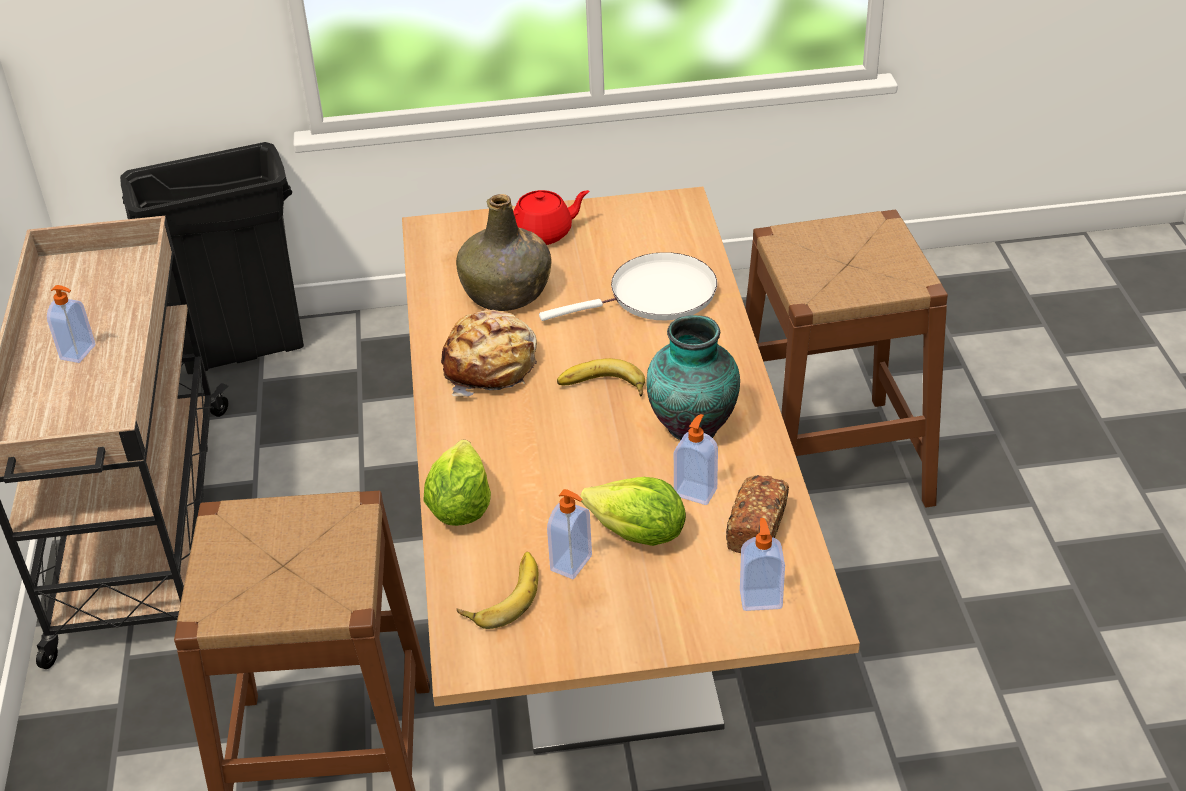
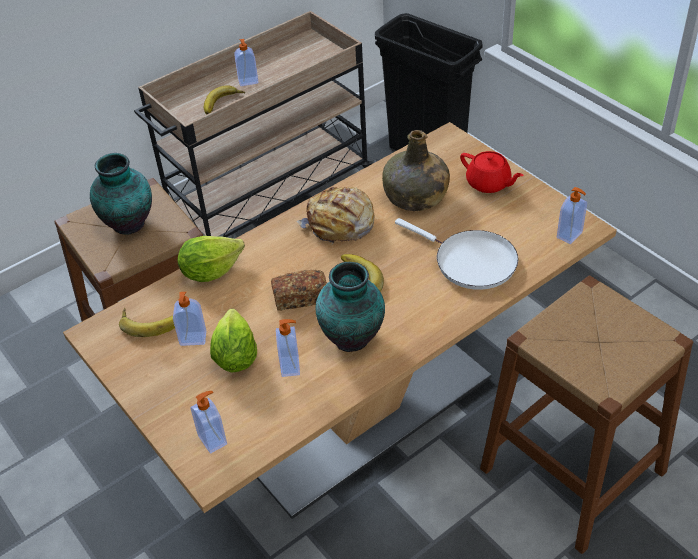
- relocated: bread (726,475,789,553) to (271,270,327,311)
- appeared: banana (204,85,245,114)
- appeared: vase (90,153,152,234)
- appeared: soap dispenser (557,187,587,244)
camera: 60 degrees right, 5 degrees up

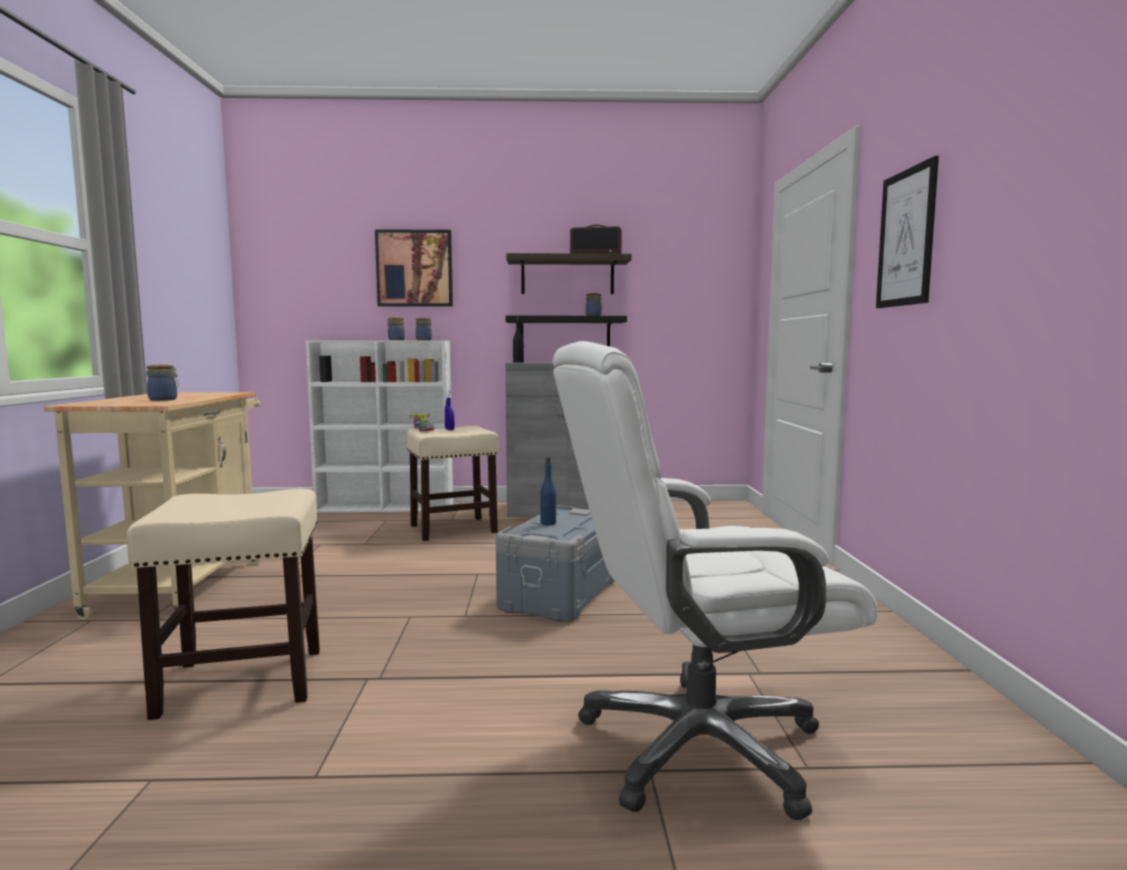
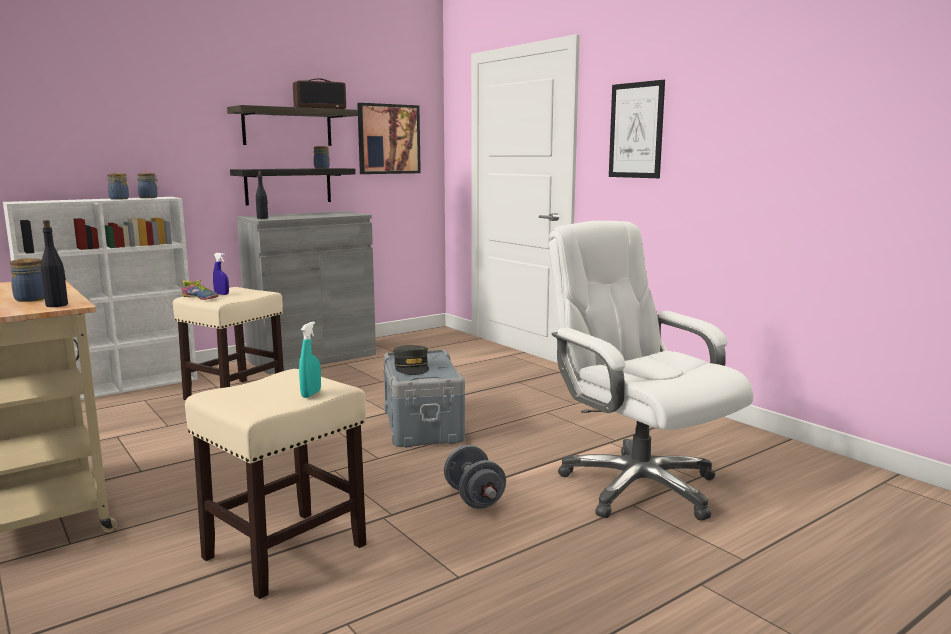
- relocated: picture (375,229,453,307) to (357,103,421,174)
- spun: white office chair (553,341,878,821) = (549,221,754,521) 105 degrees clockwise
- exchanged: blue bottle (540,457,556,525) to grey cap (393,345,429,375)
- appeared: black bottle (41,220,68,307)
- appeared: turquoise spray bottle (299,322,321,398)
- appeared: grey dumbbell (444,445,506,509)
camera: 35 degrees left, 5 degrees up

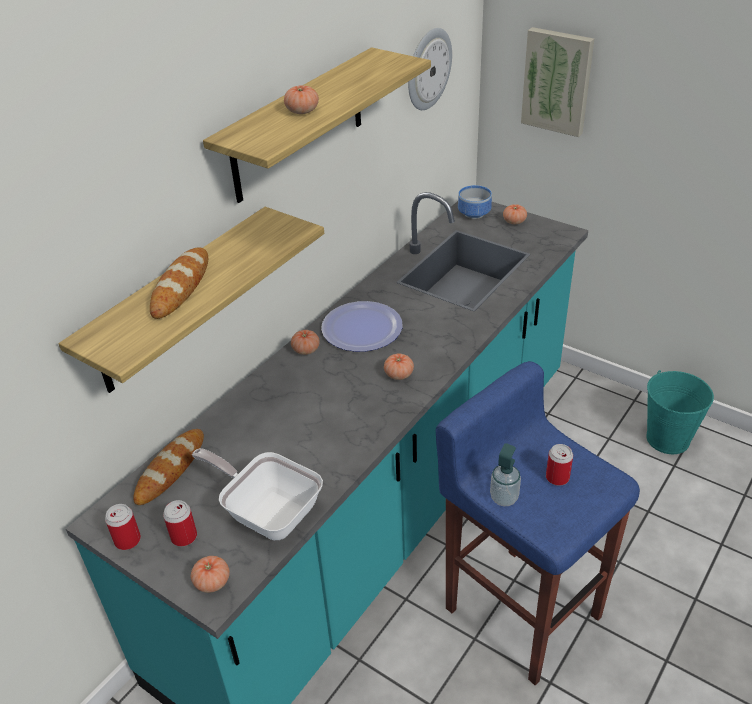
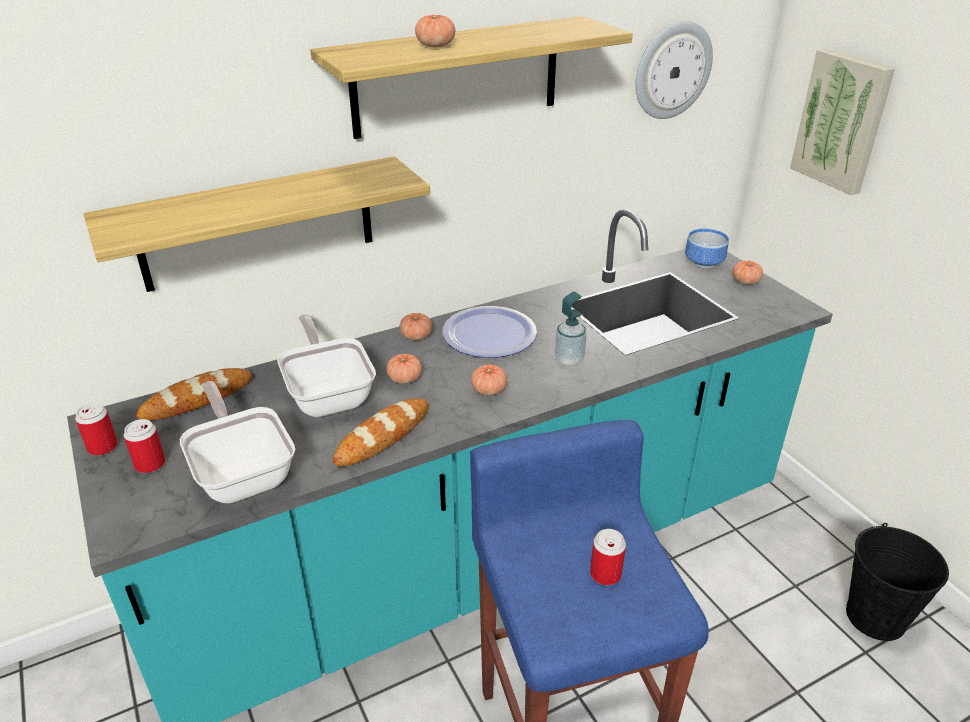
- relocated: bread (150,247,208,319) to (333,398,428,467)
- colour: turquoise bucket (646,370,714,454) to black bucket (846,523,949,641)
- relocated: soap dispenser (490,443,521,506) to (555,292,587,366)
- relocated: tomato (191,556,230,593) to (386,354,422,384)
- appeared: frying pan (278,314,376,417)
camera: 25 degrees right, 5 degrees down

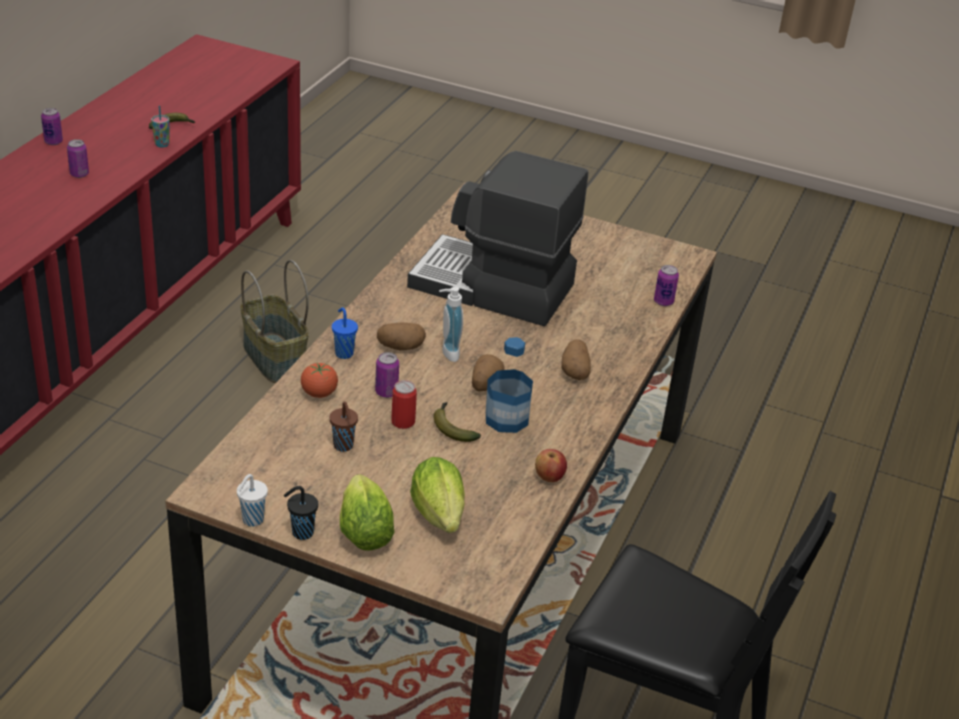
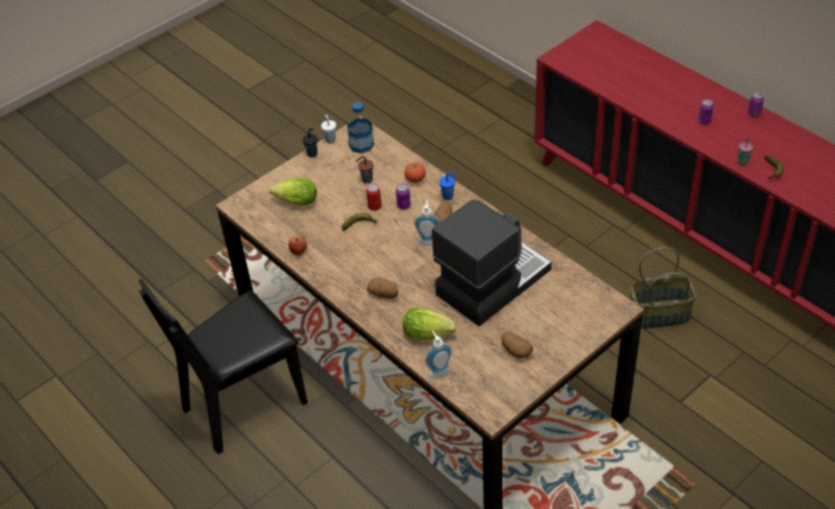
- exchanged: can (654,265,679,306) to soap dispenser (425,330,452,379)
- relocated: bottle (486,337,533,433) to (347,102,374,154)
- relocated: potato (472,354,504,391) to (501,332,533,358)
- relocated: lettuce (340,474,394,550) to (403,307,456,340)
camera: 120 degrees right, 10 degrees up

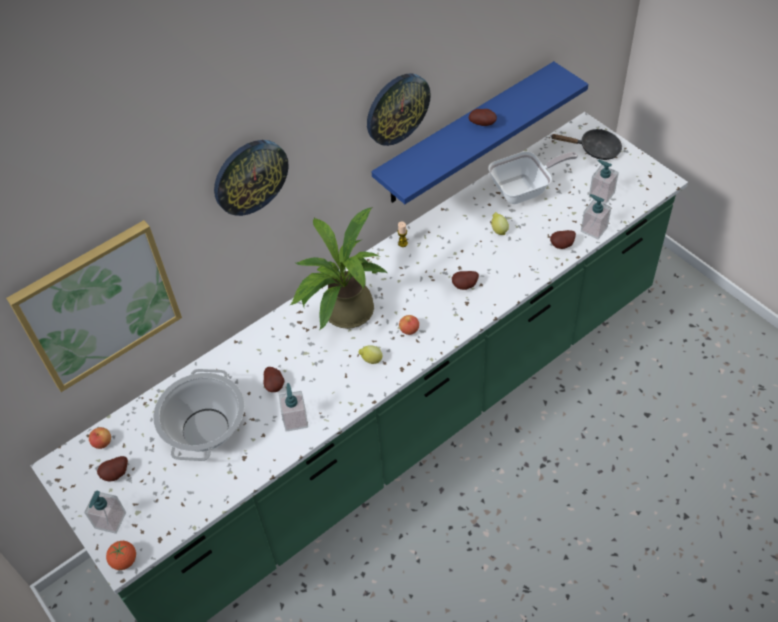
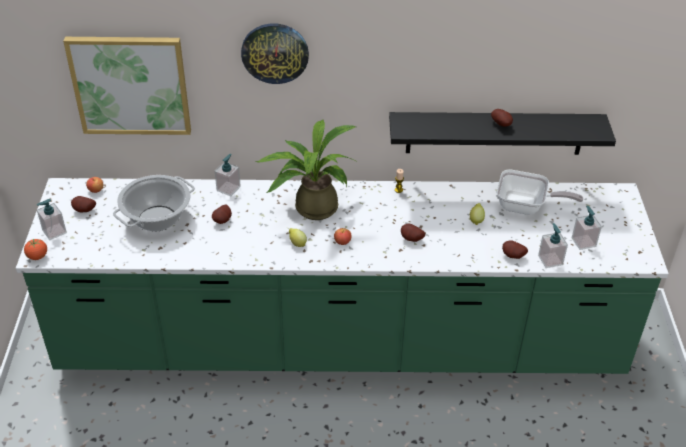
- colour: blue shelf (371,61,588,204) to black shelf (389,112,616,155)
- missing: wall clock (367,73,431,146)
- missing: black frying pan (552,129,622,160)
- relocated: soap dispenser (279,383,308,432) to (215,154,241,196)
camera: 35 degrees right, 10 degrees down

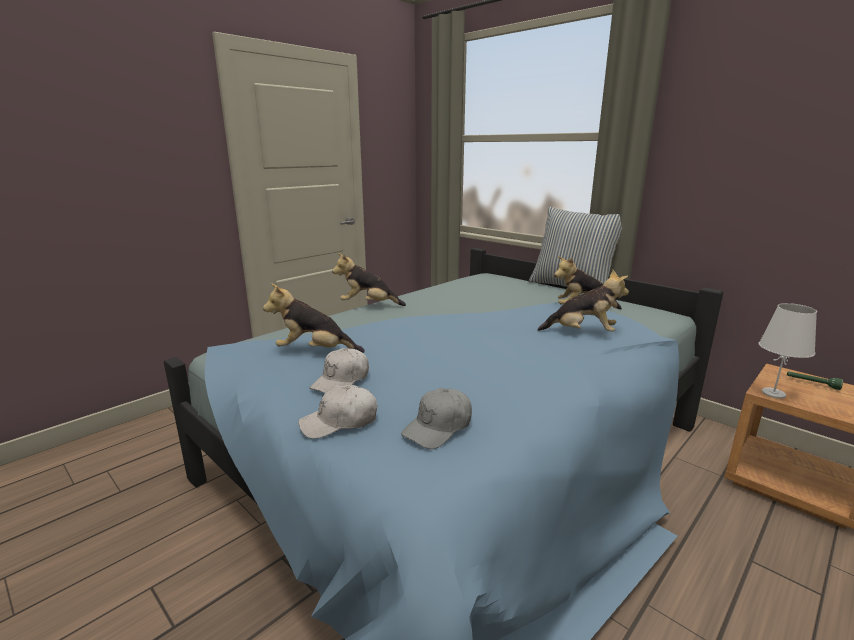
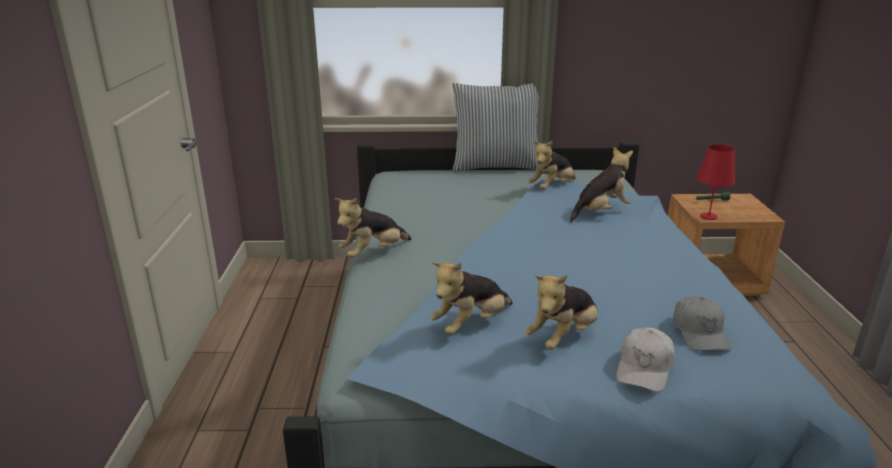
- colour: white table lamp (759,303,817,399) to red table lamp (696,144,735,220)
- exchanged: white cap (310,348,369,393) to plush toy (524,275,598,350)
camera: 45 degrees left, 5 degrees up

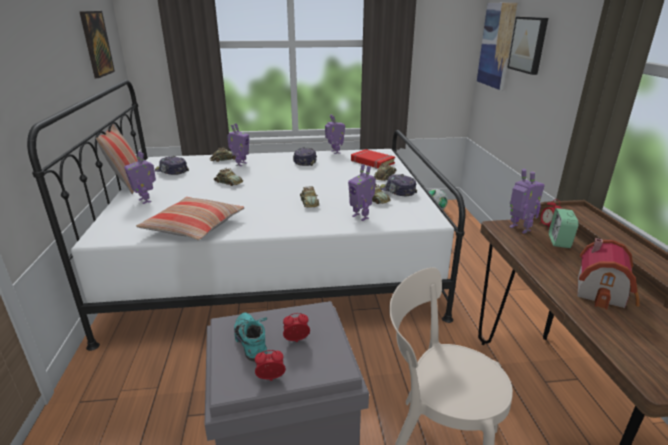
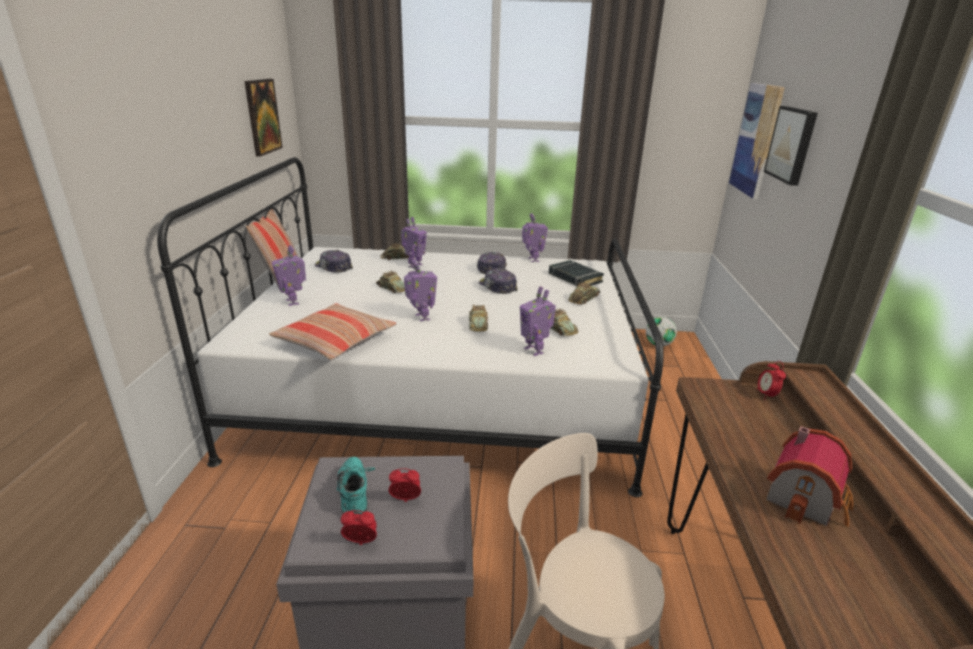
- colour: red book (351,149,395,169) to black book (549,260,604,287)
- relocated: toy robot (510,169,545,234) to (404,260,437,322)
- relocated: cap (379,174,417,197) to (479,269,518,294)
- missing: alarm clock (549,208,579,248)
camera: 10 degrees right, 0 degrees up

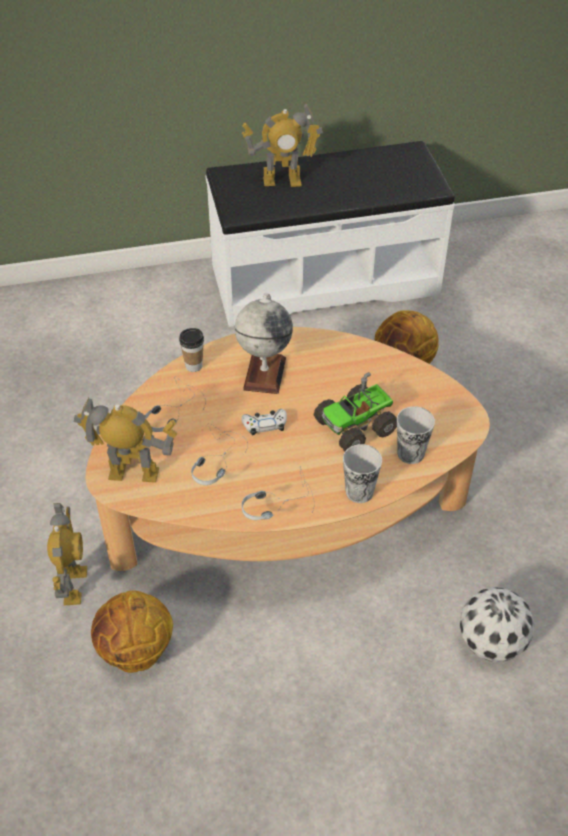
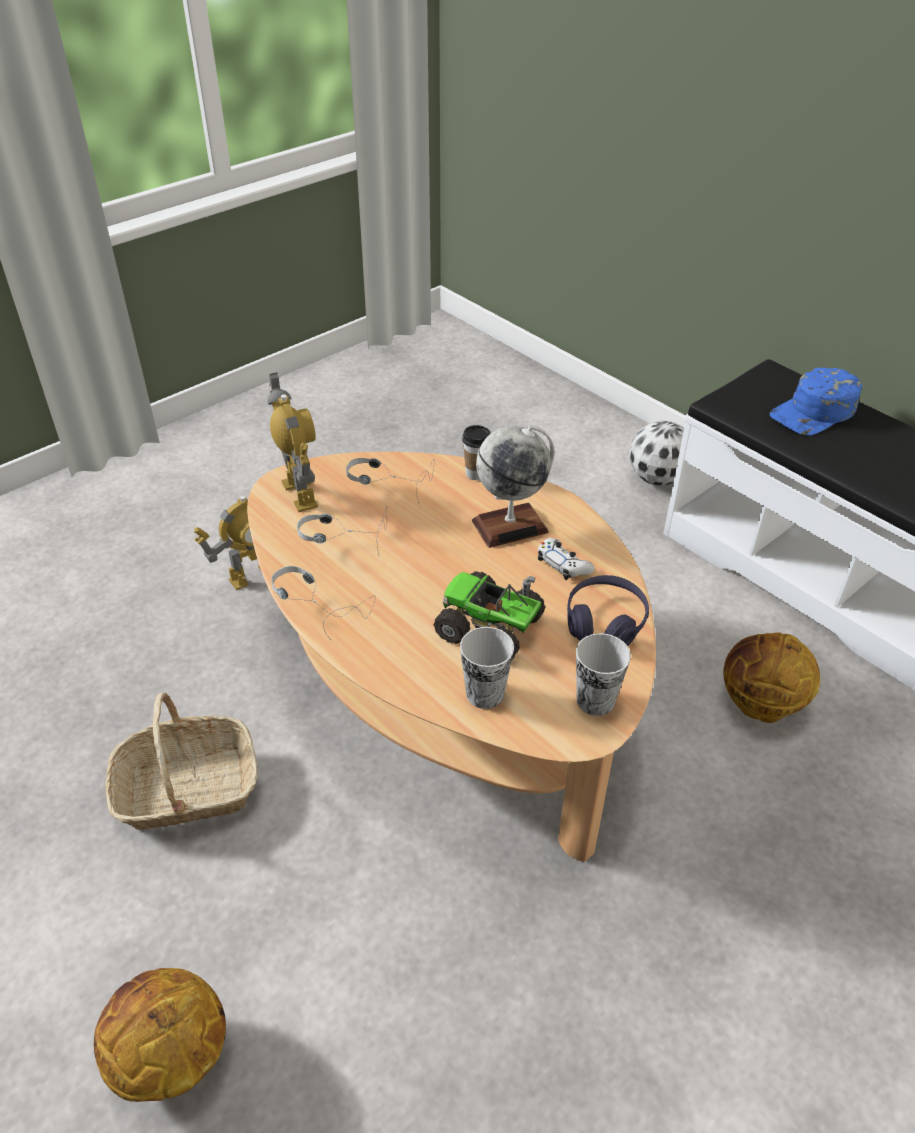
- exchanged: toy robot (242,103,323,187) to blue cap (770,368,862,435)
- relocated: white game controller (241,409,287,435) to (538,538,594,580)
- relocated: cup (343,444,382,503) to (576,633,631,716)
- relocated: football (460,587,534,662) to (629,421,684,486)
- relocated: basketball (91,591,173,673) to (94,968,226,1102)
- appeared: purple headphones (567,575,649,646)
- appeared: basket (105,692,258,830)
camera: 60 degrees right, 5 degrees down

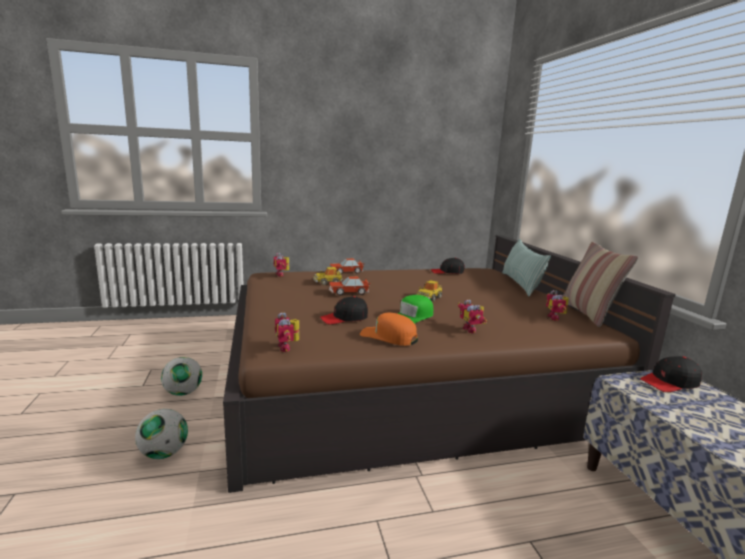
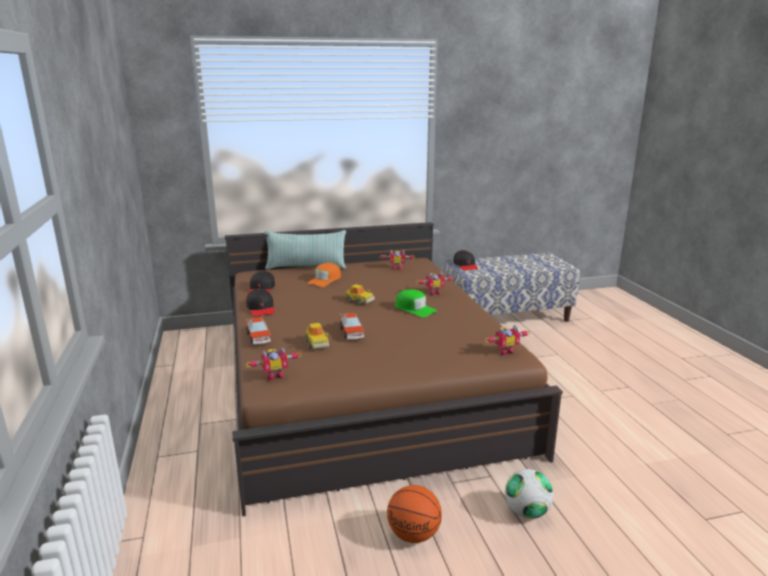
- missing: pillow (563,242,638,327)
- relocated: black cap (320,296,368,324) to (246,288,274,317)
- relocated: orange cap (360,313,418,346) to (308,263,341,287)
- exchanged: football (161,357,202,396) to basketball (387,485,442,543)
camera: 90 degrees left, 5 degrees up

